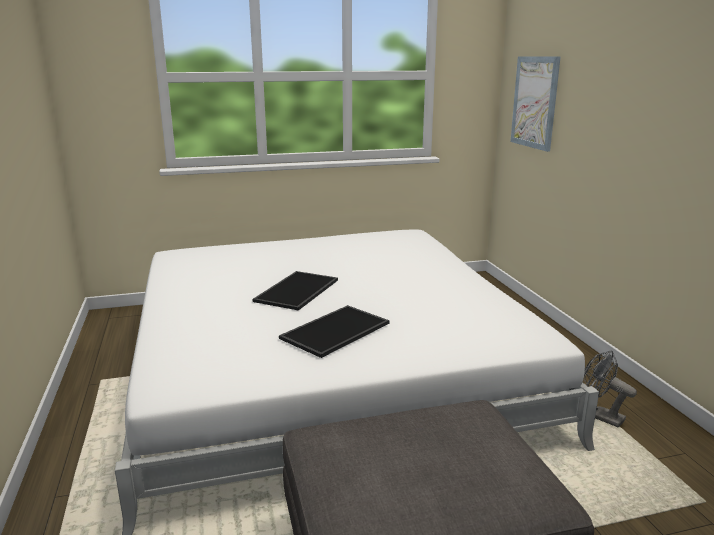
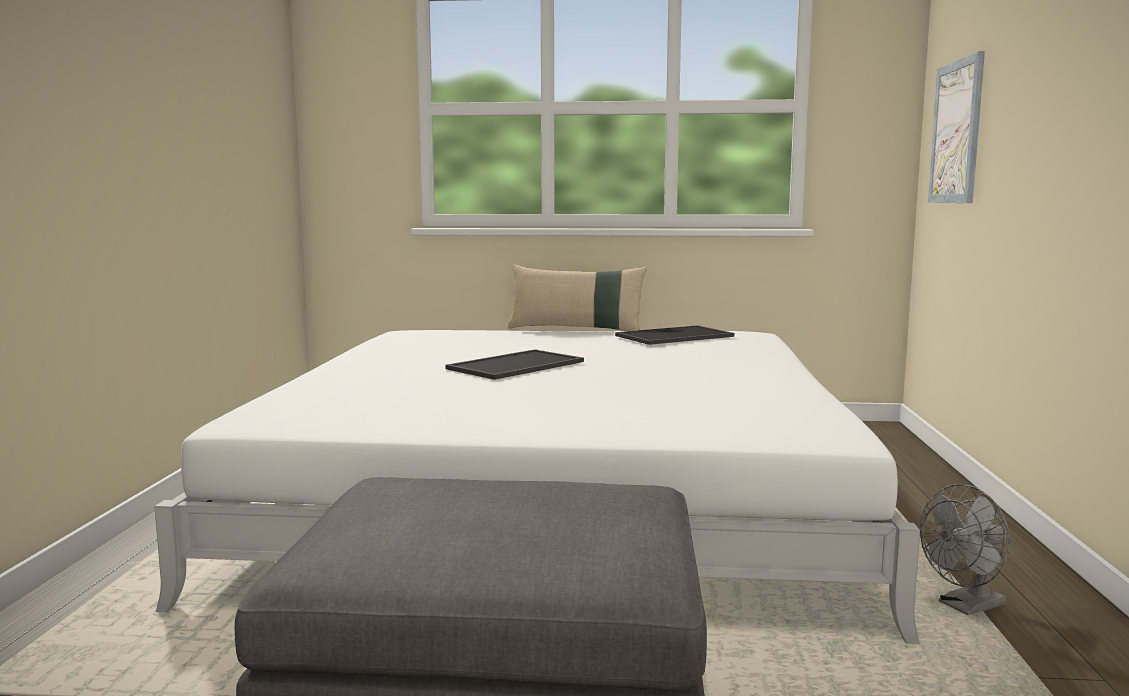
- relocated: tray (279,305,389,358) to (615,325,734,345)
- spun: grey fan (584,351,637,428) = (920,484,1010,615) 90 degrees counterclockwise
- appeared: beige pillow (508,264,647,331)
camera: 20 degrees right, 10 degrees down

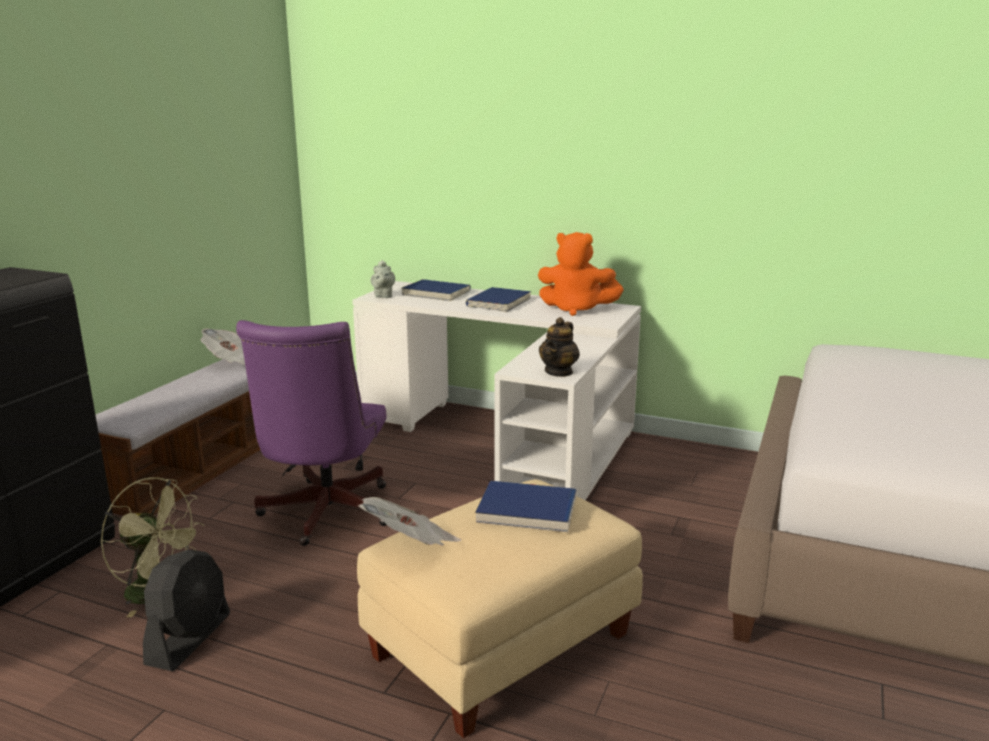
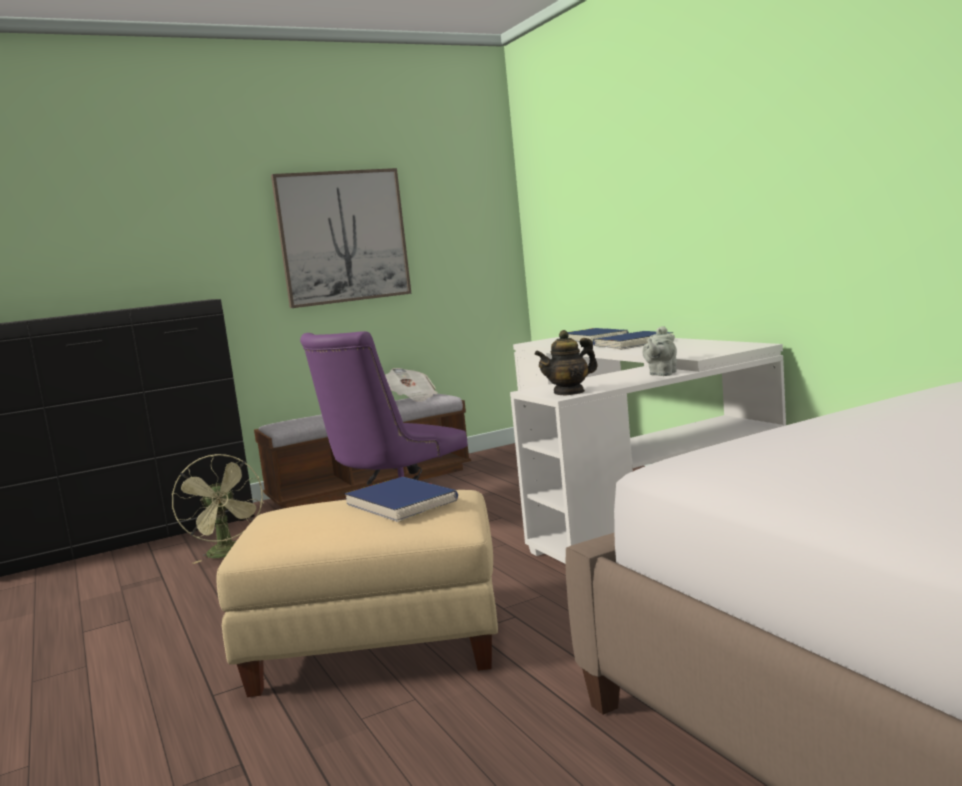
- missing: orange plush toy (538,232,624,316)
- relocated: grey teapot (370,260,395,298) to (642,326,677,376)
- missing: newspaper (358,497,461,546)
- missing: black fan (143,549,230,671)
- appeared: picture (271,168,412,308)
camera: 40 degrees right, 10 degrees down

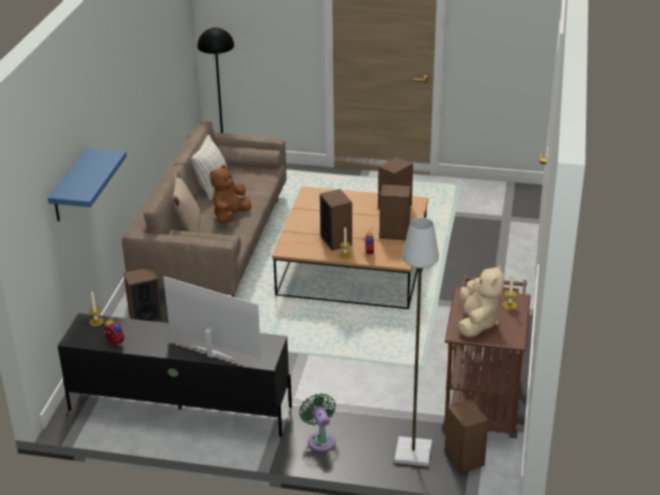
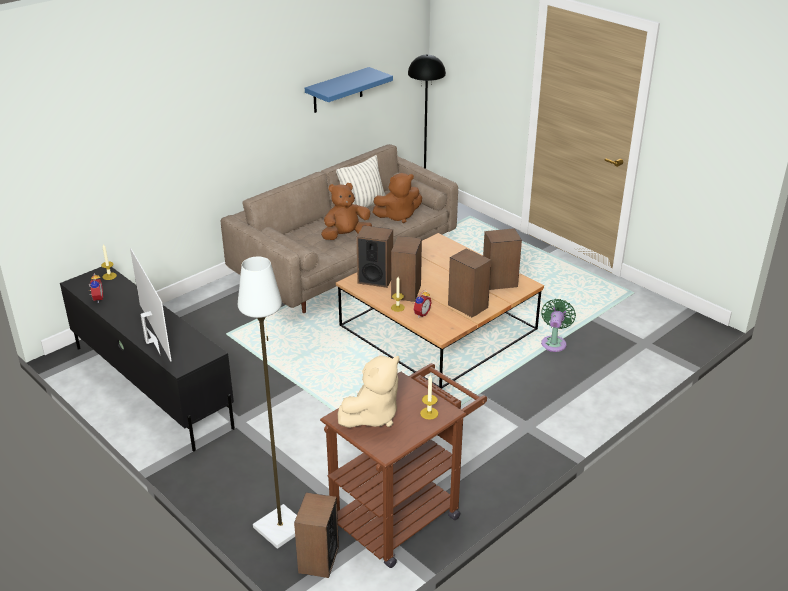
- relocated: blue shelf (48,148,127,222) to (305,67,393,113)
- missing: beige pillow (172,172,201,232)
- relocated: speaker (124,267,163,322) to (356,225,393,288)
- relocated: green fan (299,393,336,451) to (541,299,576,352)
- appeared: brown plush toy (373,173,422,223)
camera: 35 degrees right, 0 degrees up

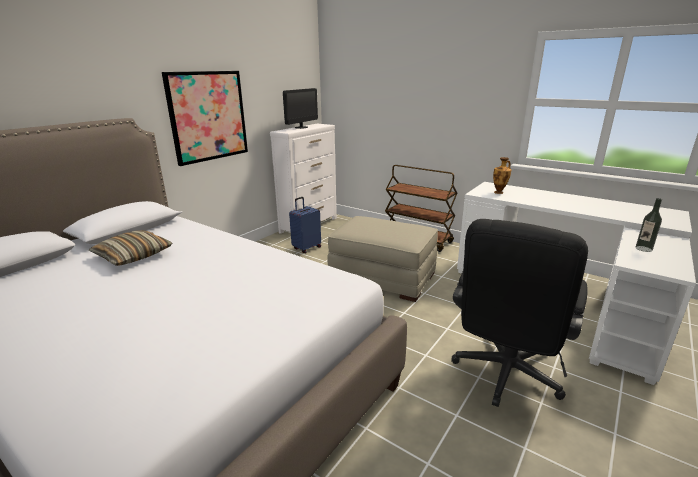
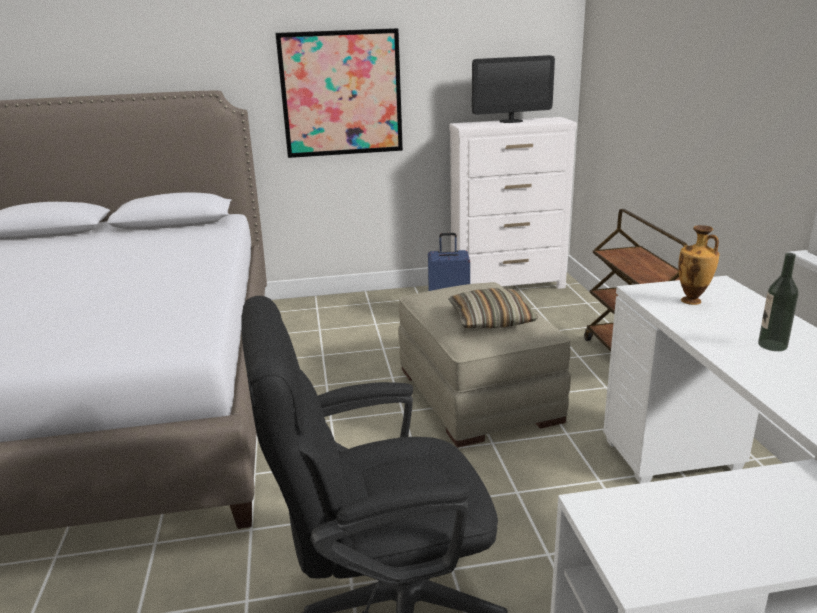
- relocated: bottle (636,198,662,252) to (758,253,799,351)
- relocated: pillow (89,230,172,266) to (448,288,538,329)
camera: 45 degrees right, 0 degrees up

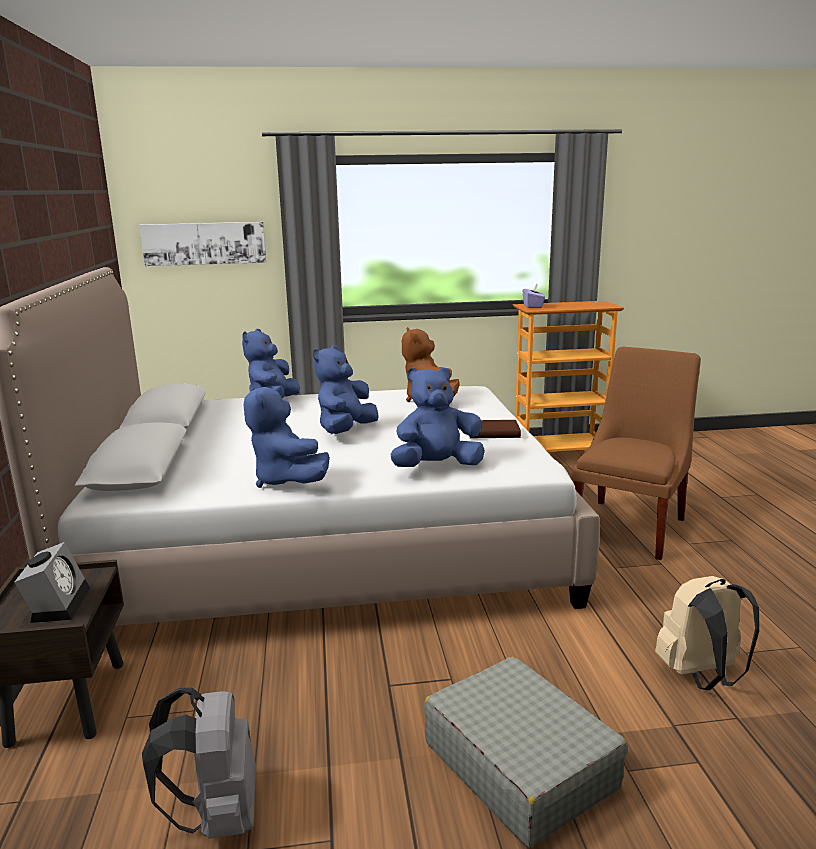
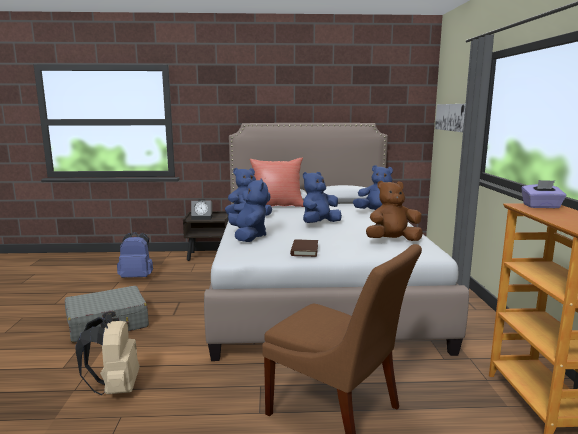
- spun: blue plush toy (313,345,379,434) = (303,172,342,223) 75 degrees counterclockwise
- colour: grey backpack (142,688,256,839) to blue backpack (117,232,153,278)
- appeared: red pillow (249,158,304,207)
camera: 95 degrees right, 5 degrees down

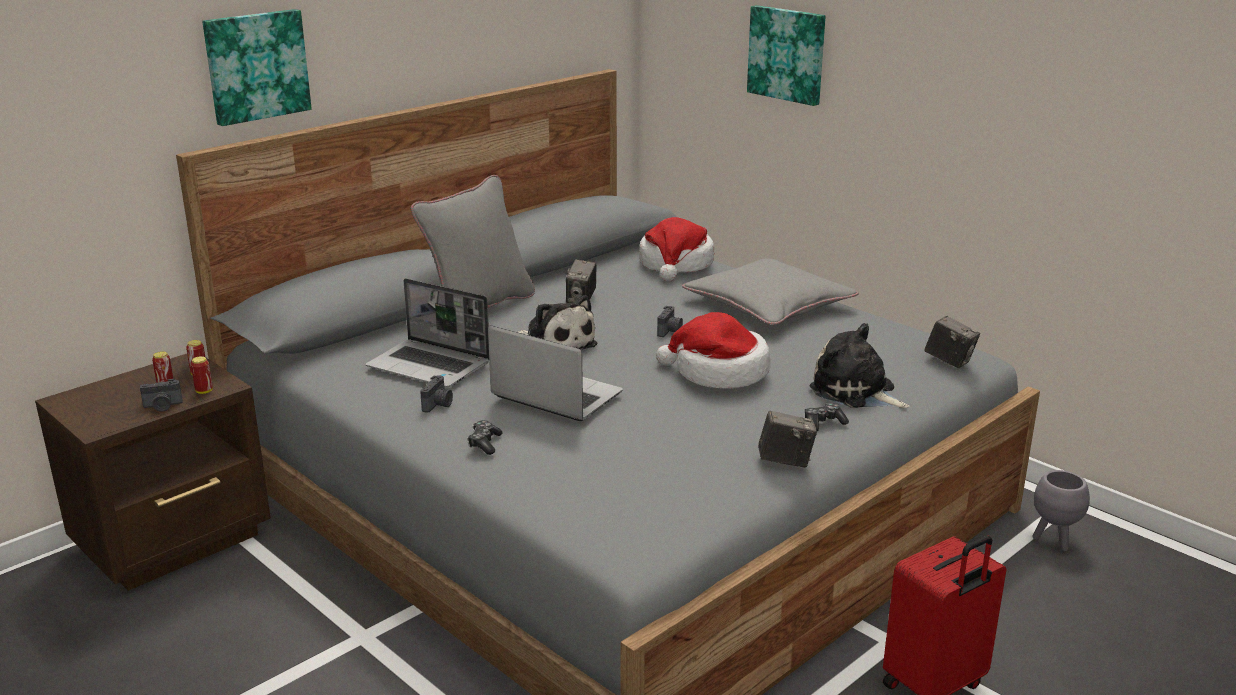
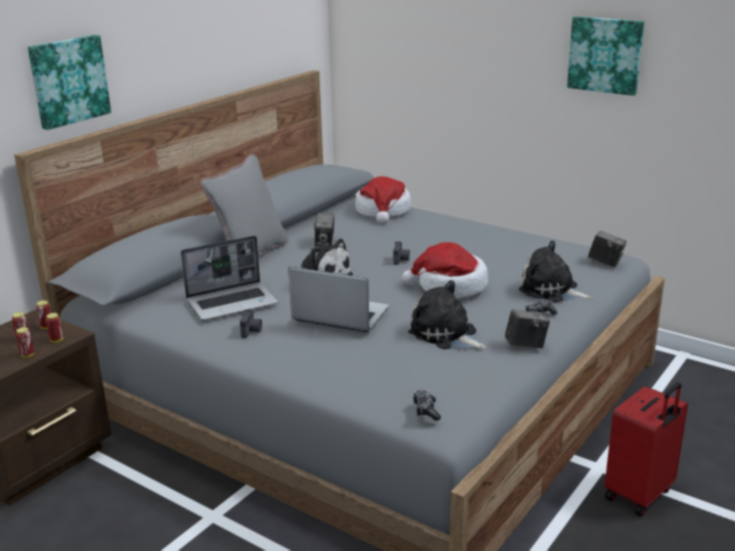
- relocated: picture (747,5,825,106) to (567,16,644,96)
- missing: grey pillow (682,258,859,325)
- spun: laptop (366,278,489,387) = (181,236,279,320) 45 degrees counterclockwise
- exchanged: photo camera (140,379,183,412) to can (16,327,34,358)
- relocated: game controller (467,420,502,455) to (412,390,441,421)
- missing: grey planter (1032,470,1090,552)
- appeared: plush toy (408,280,486,349)
camera: 10 degrees left, 0 degrees up

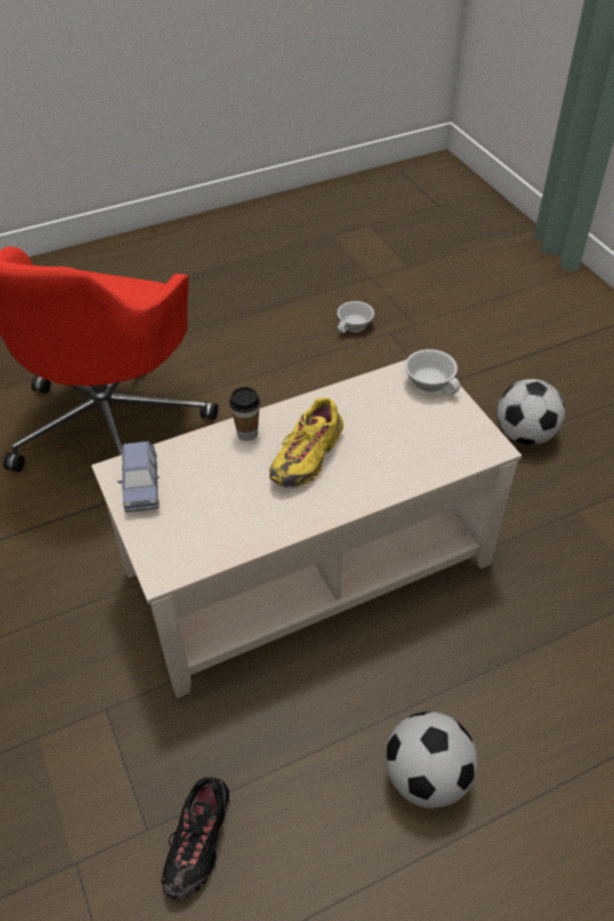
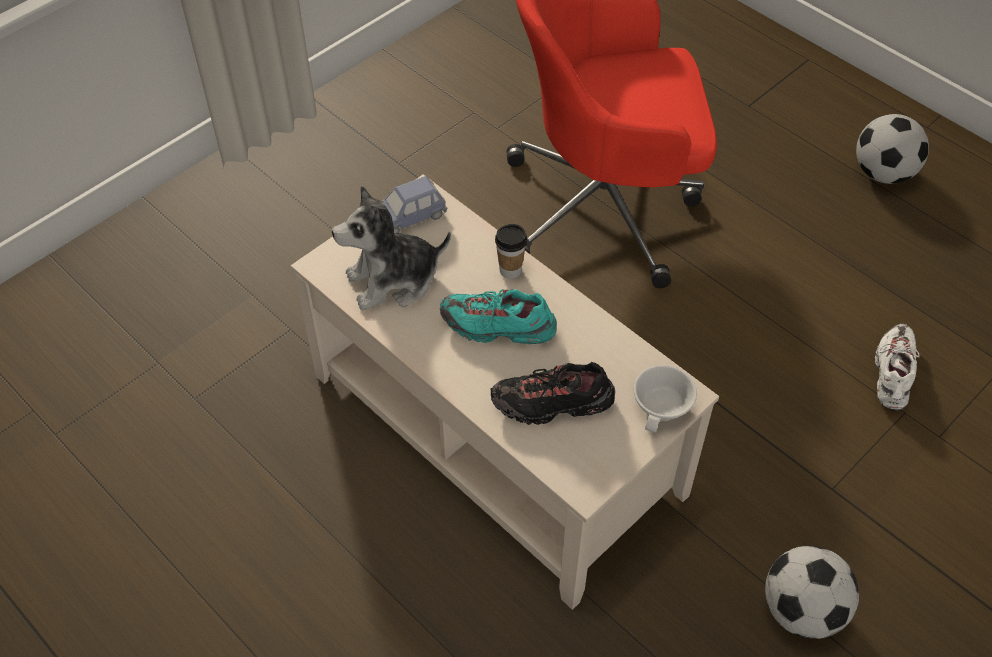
- exchanged: white cup (337,301,374,333) to white shoe (875,323,919,410)
- colour: yellow shoe (269,398,344,488) to turquoise shoe (440,289,557,344)
- relocated: football (385,712,478,809) to (856,114,929,184)
- relocated: black shoe (161,777,229,900) to (490,362,615,425)
- appeared: plush toy (332,185,451,310)
camera: 70 degrees right, 5 degrees up

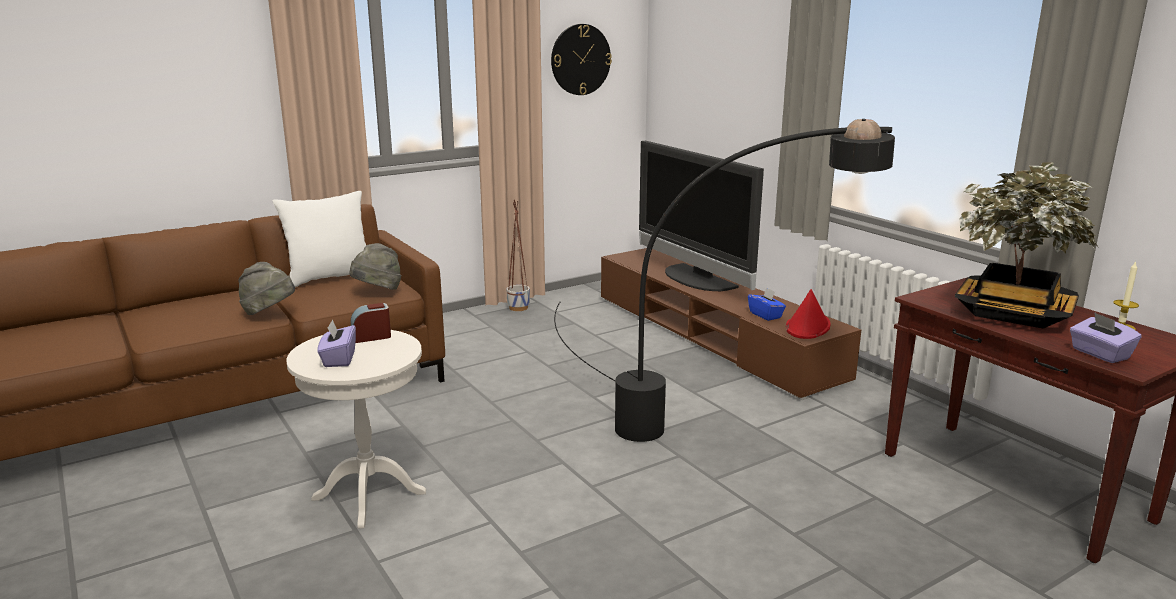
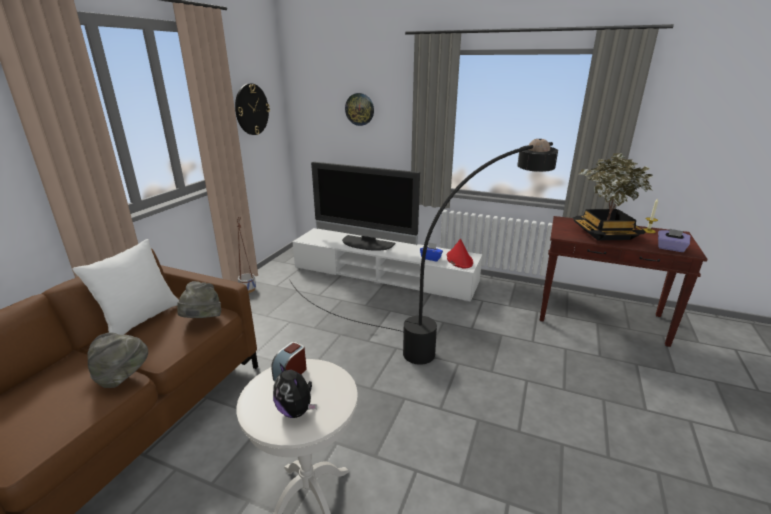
- colour: brown tv stand (601,248,861,400) to white tv stand (293,228,482,302)
- exchanged: purple tissue box (317,319,356,367) to plush toy (273,363,317,418)
- appeared: wall clock (345,93,374,126)
camera: 35 degrees left, 5 degrees up

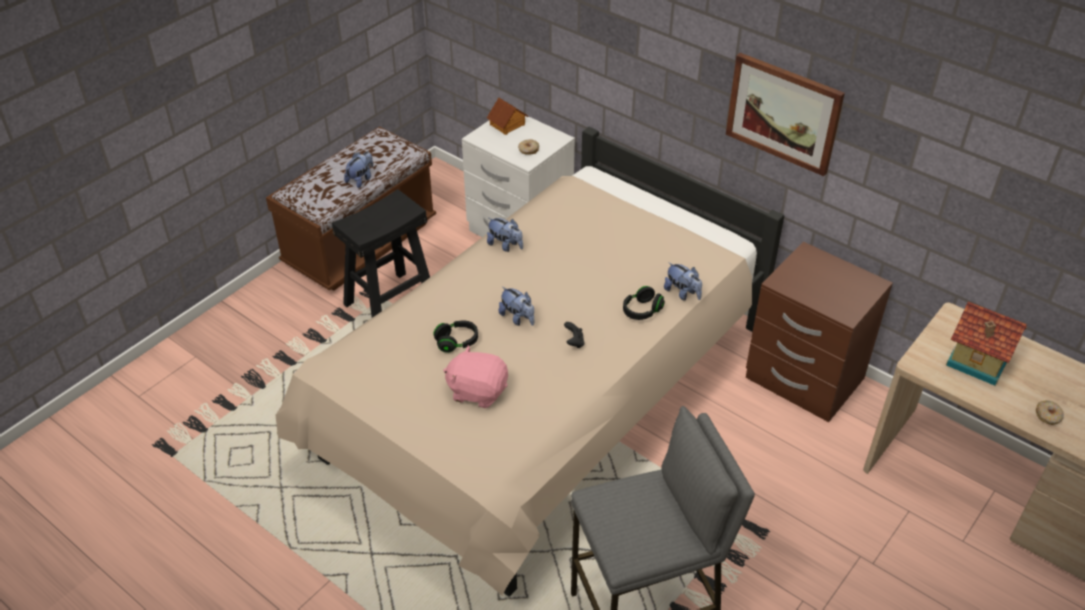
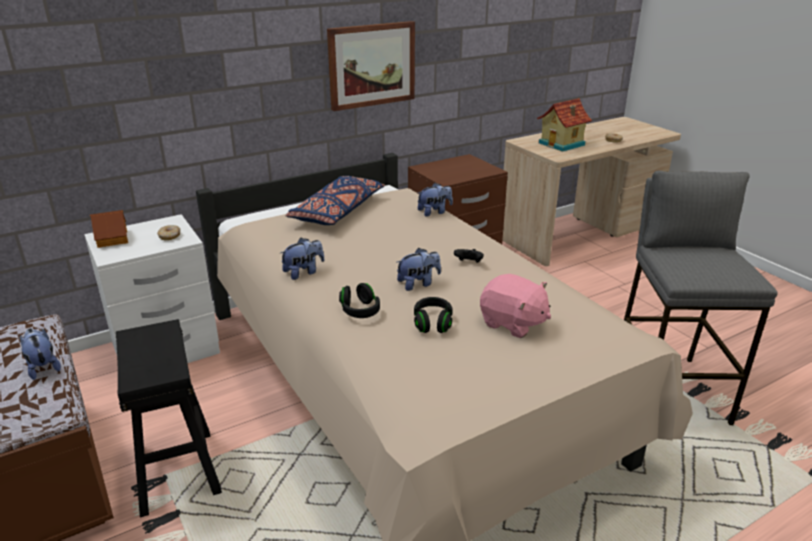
- relocated: black headphones (623,286,665,320) to (339,283,380,318)
- spun: pink plush toy (443,345,508,408) = (480,274,551,338) 90 degrees counterclockwise
- appeared: blue pillow (285,175,385,225)
camera: 70 degrees left, 15 degrees down

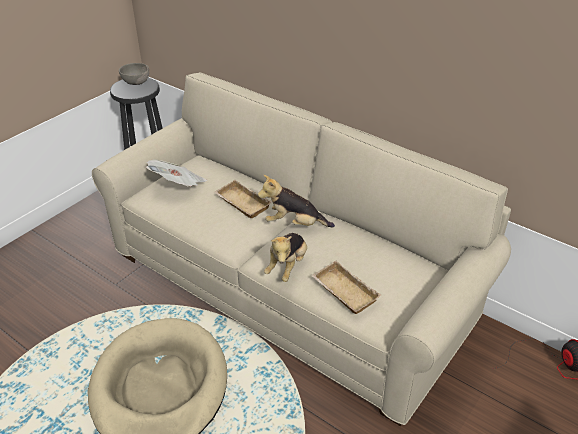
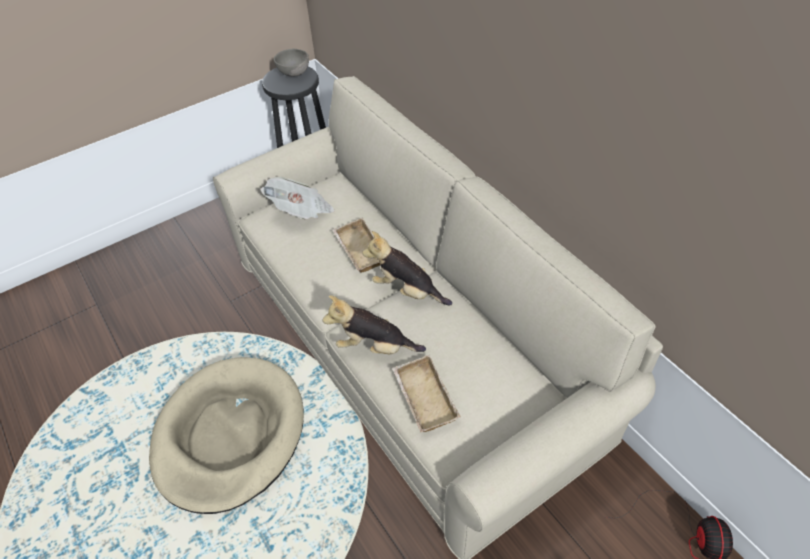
- spun: plush toy (264,233,307,282) = (323,295,426,354) 60 degrees clockwise
camera: 20 degrees right, 10 degrees up

